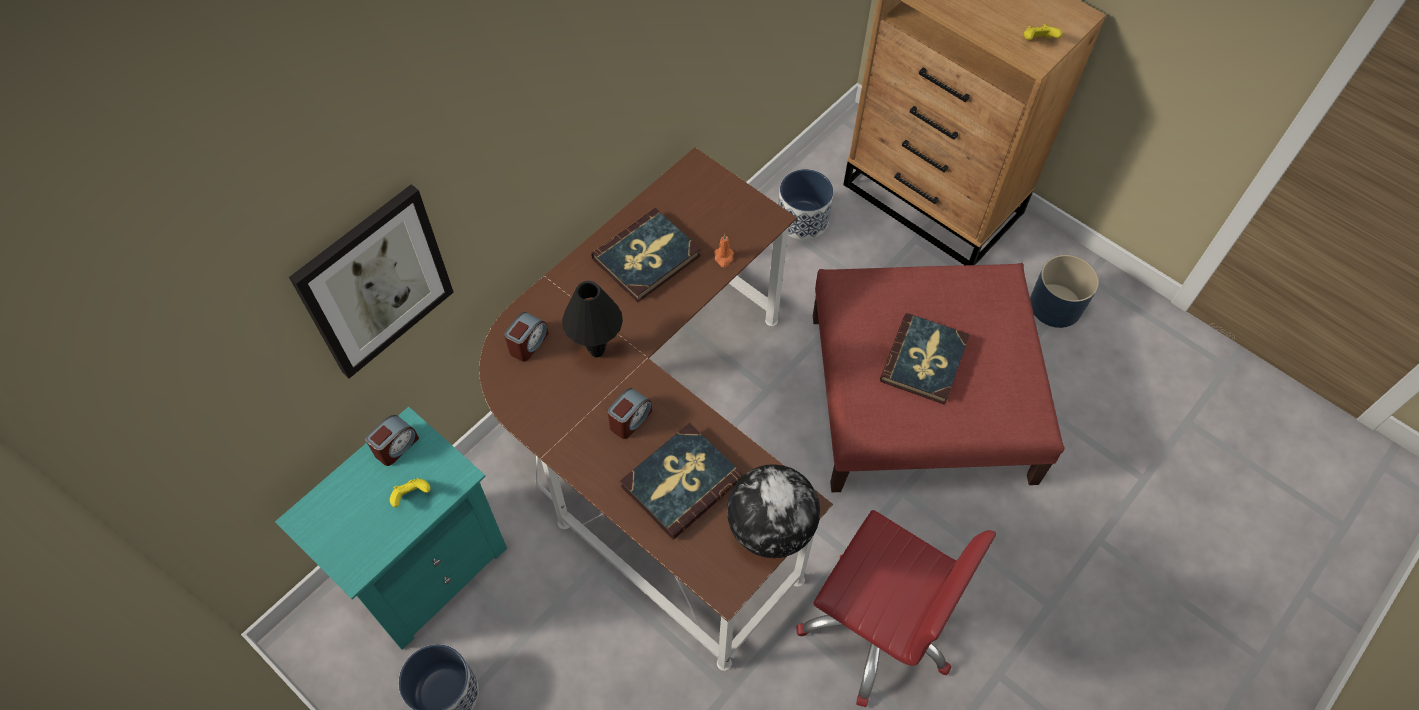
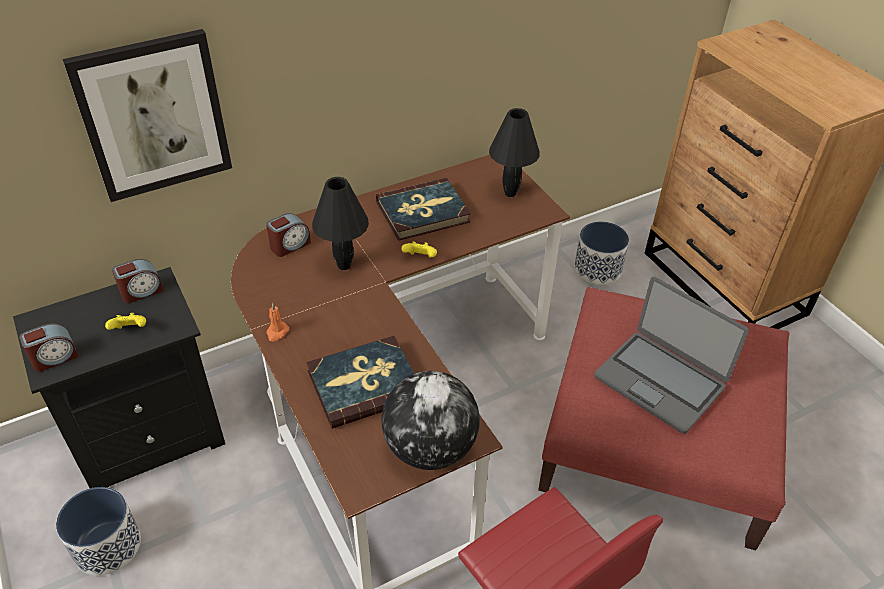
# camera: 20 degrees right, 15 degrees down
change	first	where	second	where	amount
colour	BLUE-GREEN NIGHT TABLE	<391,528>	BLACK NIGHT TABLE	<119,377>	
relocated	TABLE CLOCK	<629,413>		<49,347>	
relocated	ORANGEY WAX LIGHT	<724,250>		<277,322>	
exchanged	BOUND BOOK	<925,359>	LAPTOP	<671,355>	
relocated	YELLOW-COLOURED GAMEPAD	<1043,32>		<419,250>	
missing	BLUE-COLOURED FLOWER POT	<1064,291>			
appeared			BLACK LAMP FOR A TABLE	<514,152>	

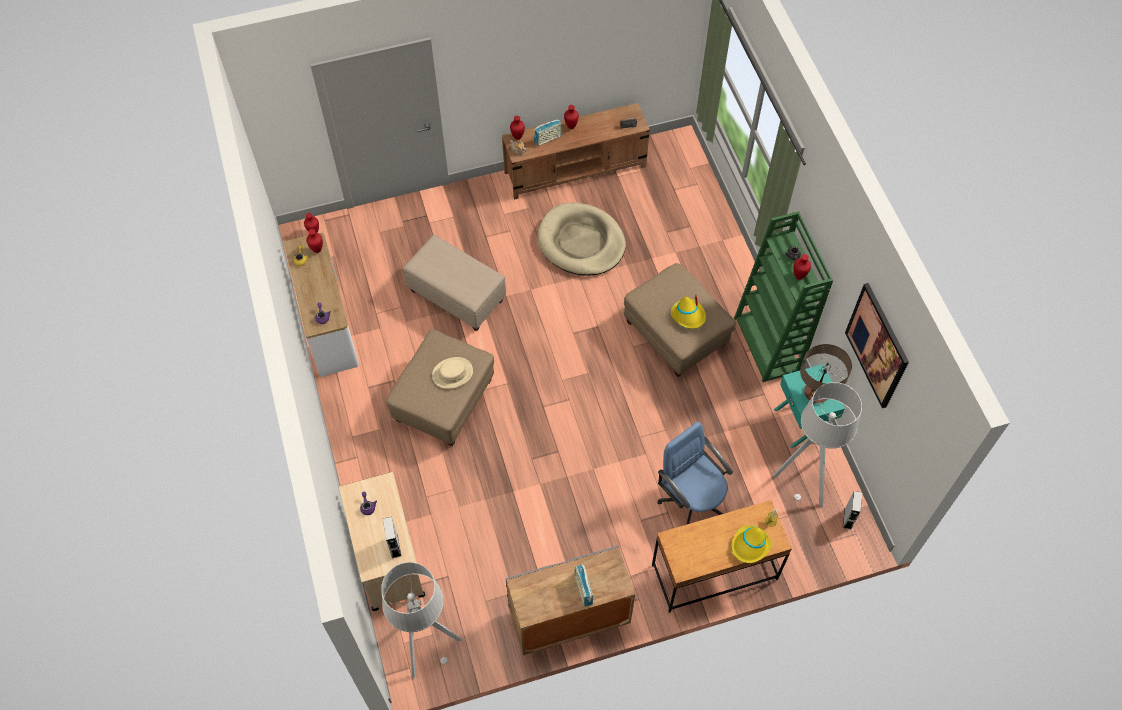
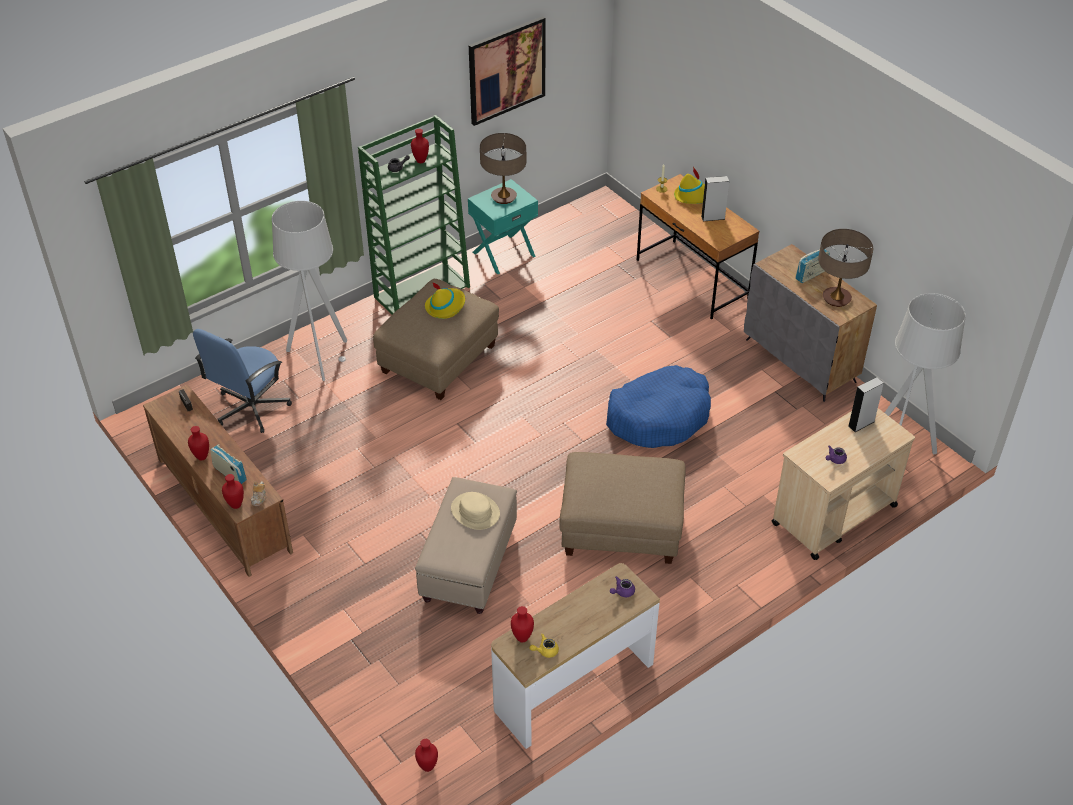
# camera: 110 degrees left, 15 degrees down
change	first	where	second	where	amount
relocated	SAND-COLOURED WEARABLE HAT	<452,373>		<475,511>	
missing	SAND-COLOURED PET BED	<581,239>			
relocated	BLUE-COLOURED COMPUTER CHAIR	<695,473>		<242,381>	
relocated	GREYISH FLOOR LAMP	<817,444>		<310,291>	
relocated	GREYISH AUDIO SPEAKER	<852,510>		<715,198>	
appeared			BLUE-COLOURED PET BED	<658,406>	
appeared			LAMP FOR A TABLE	<845,268>	

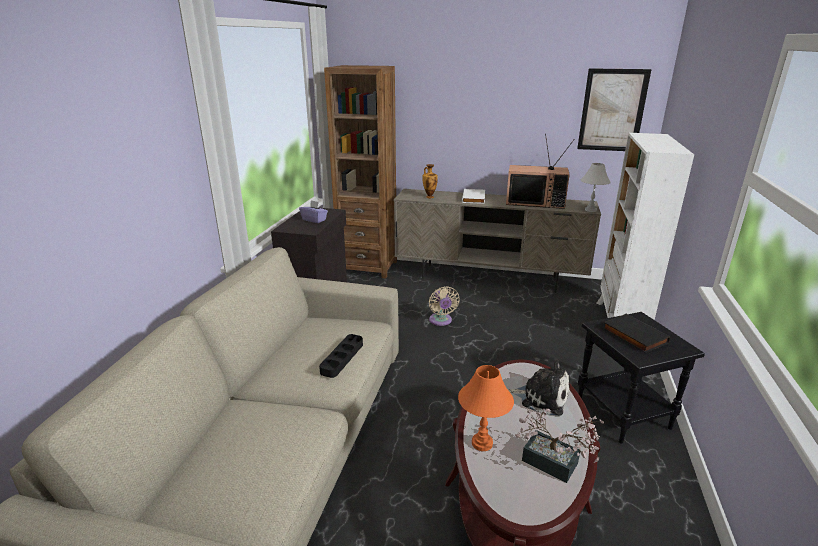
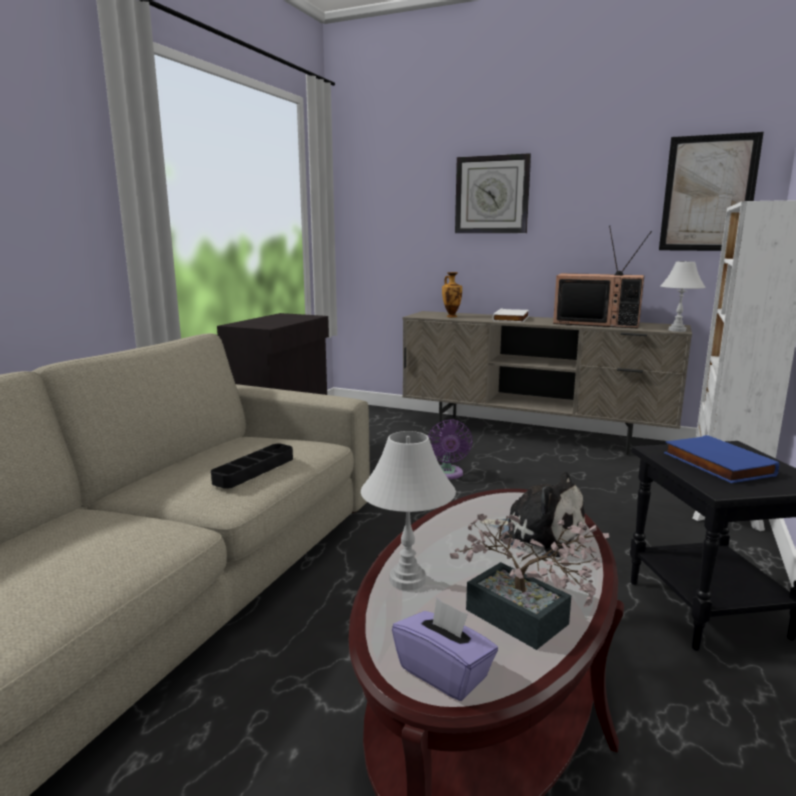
# camera: 10 degrees right, 10 degrees down
change	first	where	second	where	amount
relocated	PURPLISH TISSUE BOX	<313,211>		<445,649>	
missing	BROWN-COLOURED BOOKCASE	<360,172>			
colour	SAND-COLOURED COOLING FAN	<444,306>	PURPLISH COOLING FAN	<450,449>	
colour	ORANGEY LAMP FOR A TABLE	<486,408>	WHITE-COLOURED LAMP FOR A TABLE	<408,511>	
colour	BLACK BOUND BOOK	<636,333>	BLUE-COLOURED BOUND BOOK	<721,459>	
appeared			WALL CLOCK	<493,193>	

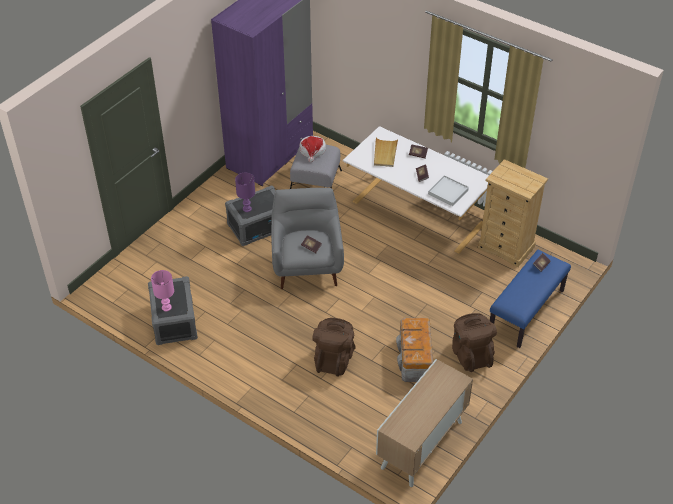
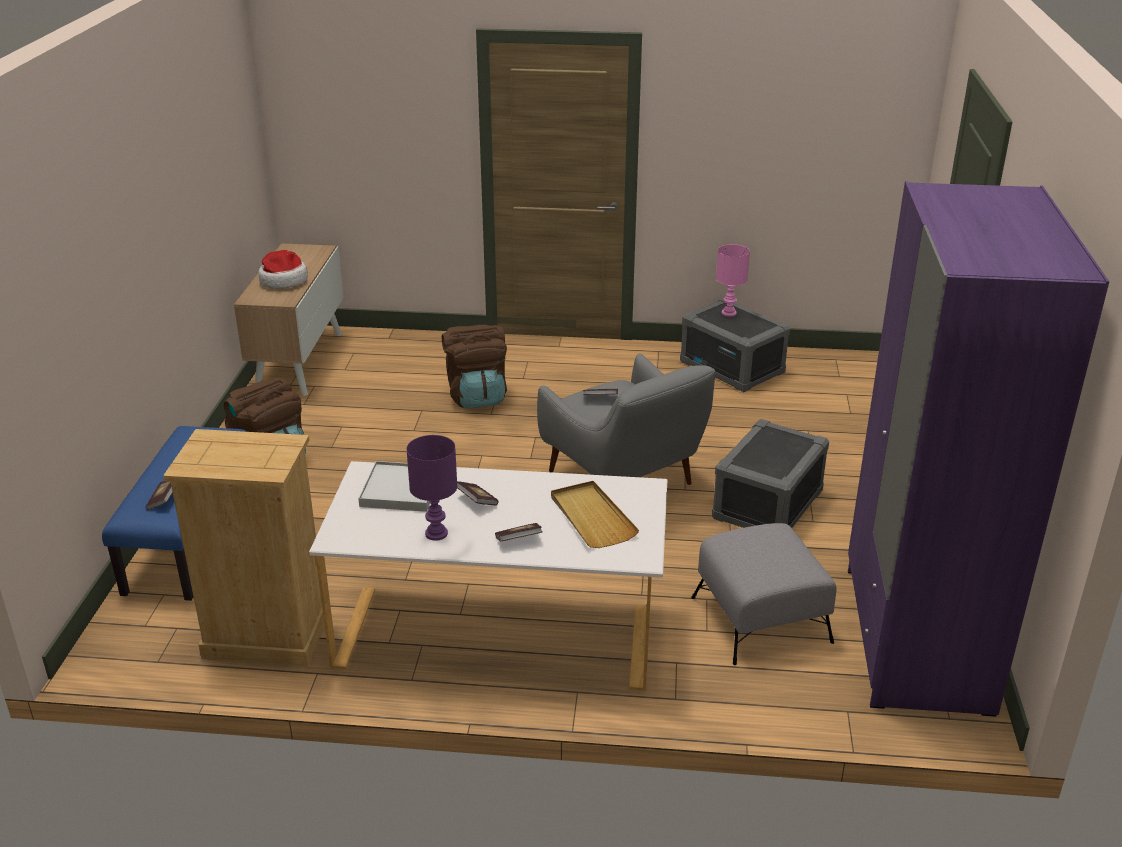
# camera: 150 degrees right, 15 degrees down
change	first	where	second	where	amount
relocated	PURPLISH LAMP FOR A TABLE	<245,192>		<431,488>	
relocated	WEARABLE HAT	<312,149>		<283,269>	
missing	STORAGE CONTAINER	<414,350>			

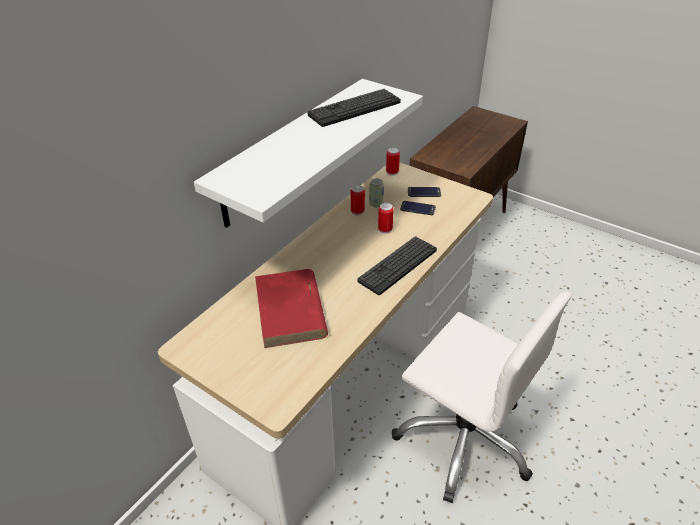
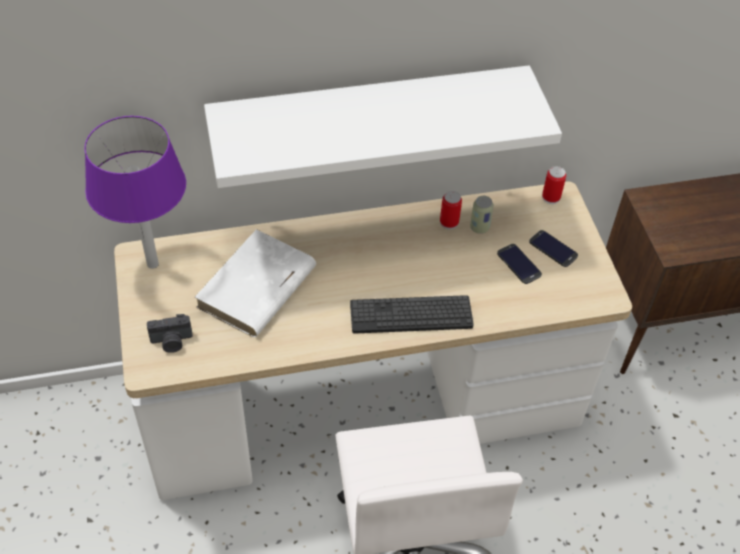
# camera: 40 degrees right, 10 degrees up
change	first	where	second	where	amount
colour	RED BOUND BOOK	<291,308>	WHITE-COLOURED BOUND BOOK	<255,283>	
missing	PC KEYBOARD	<354,108>			
missing	SEALED CAN	<386,218>			
appeared			PURPLISH LAMP FOR A TABLE	<135,192>	
appeared			STILL CAMERA	<170,333>	

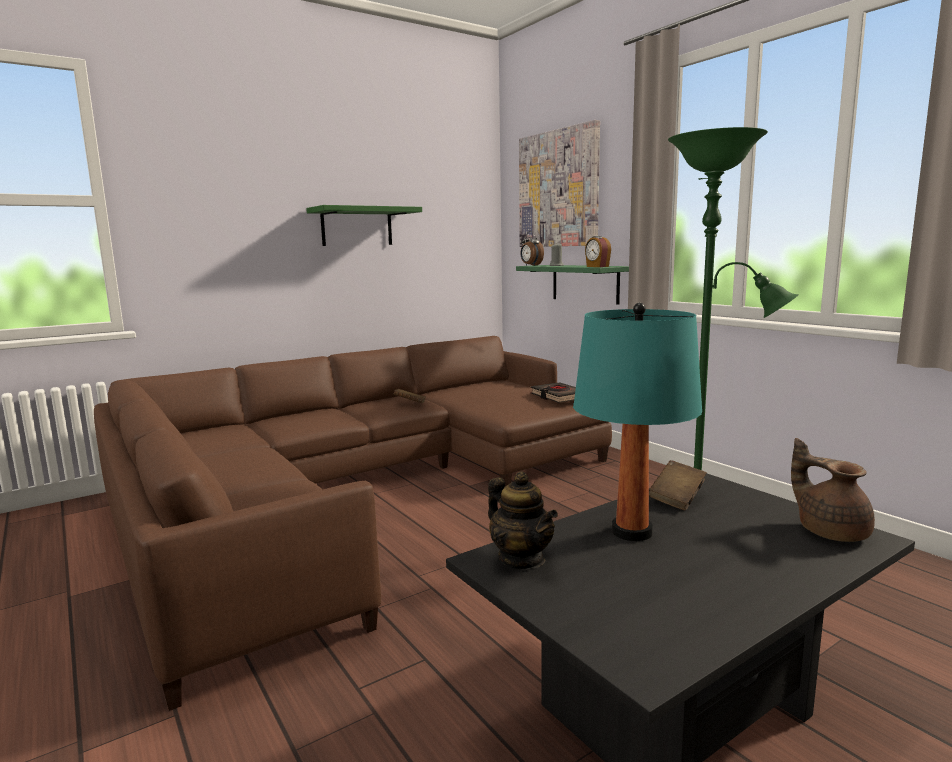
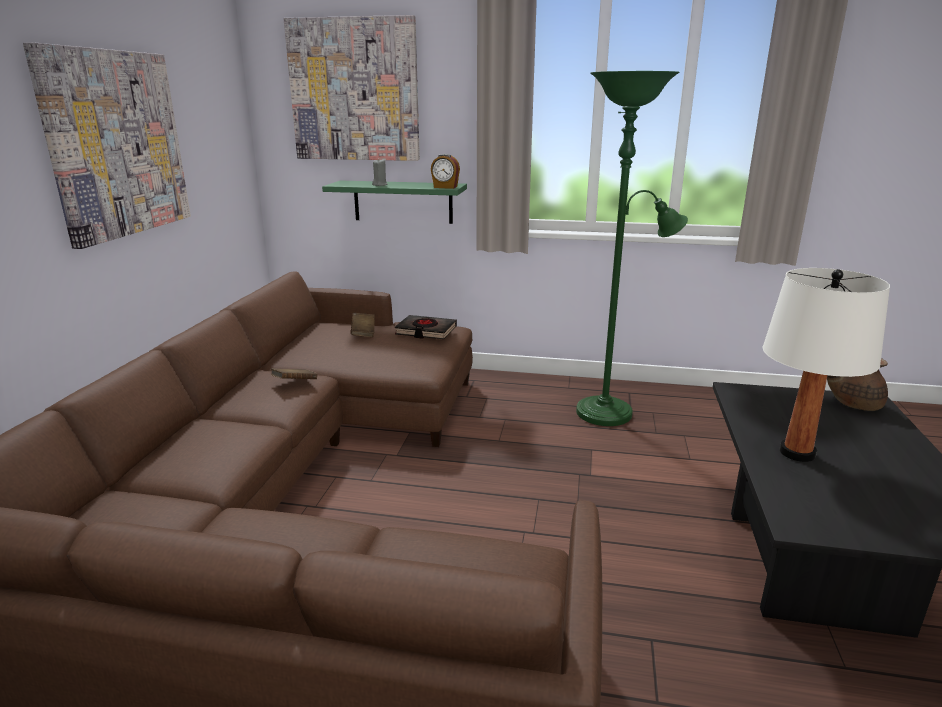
# camera: 45 degrees left, 10 degrees up
change	first	where	second	where	amount
exchanged	GREEN-COLOURED SHELF	<364,225>	WALL PICTURE	<107,145>	
missing	POT FOR TEA	<523,520>			
missing	TABLE CLOCK	<532,248>			
colour	BLUE-GREEN LAMP FOR A TABLE	<637,422>	WHITE-COLOURED LAMP FOR A TABLE	<826,365>	
relocated	BROWN-COLOURED BOUND BOOK	<678,485>		<363,325>	

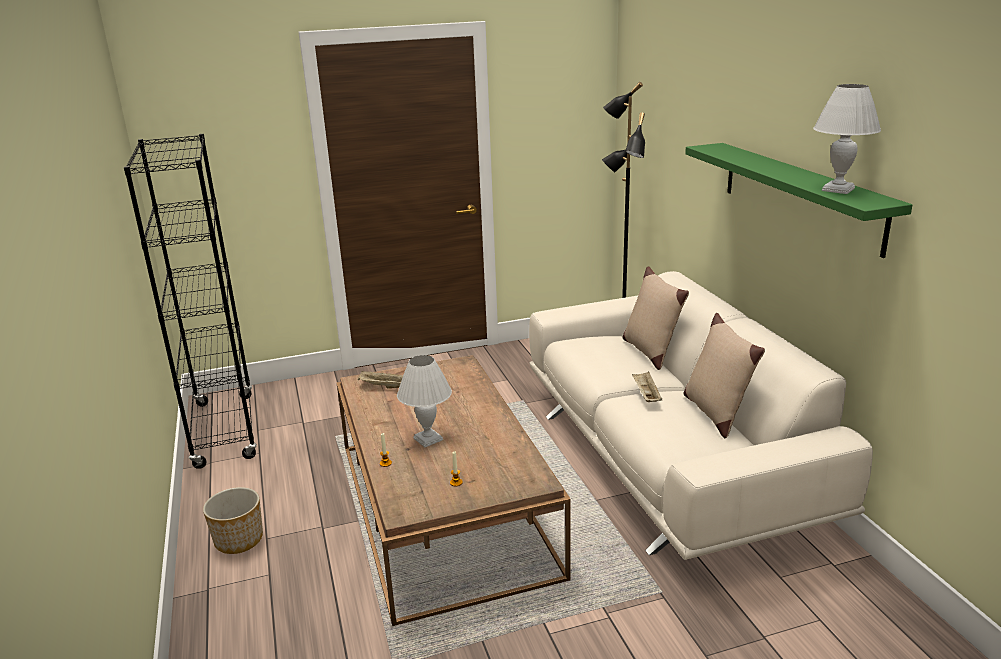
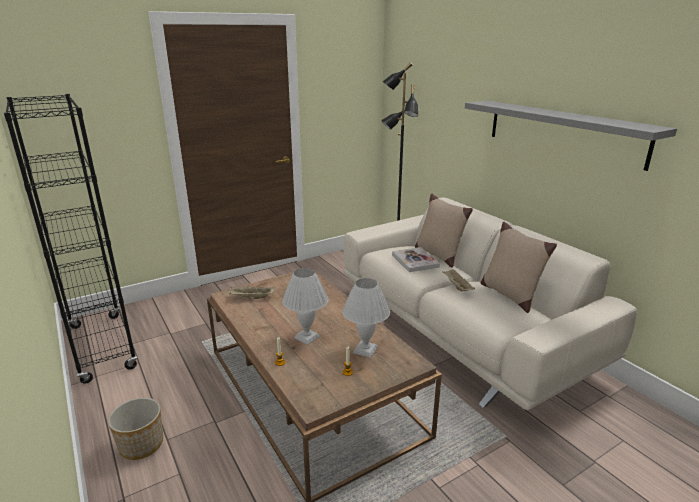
# camera: 15 degrees left, 0 degrees up
change	first	where	second	where	amount
colour	GREEN-COLOURED SHELF	<798,200>	GREYISH SHELF	<571,136>	
relocated	WHITE-COLOURED LAMP FOR A TABLE	<847,139>		<366,318>	
appeared			BOUND BOOK	<416,259>	

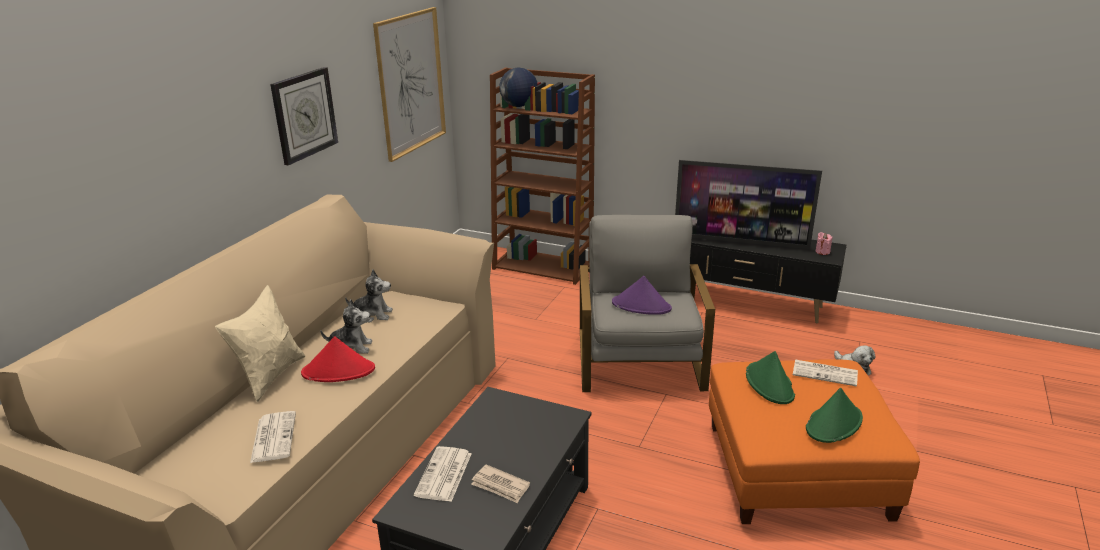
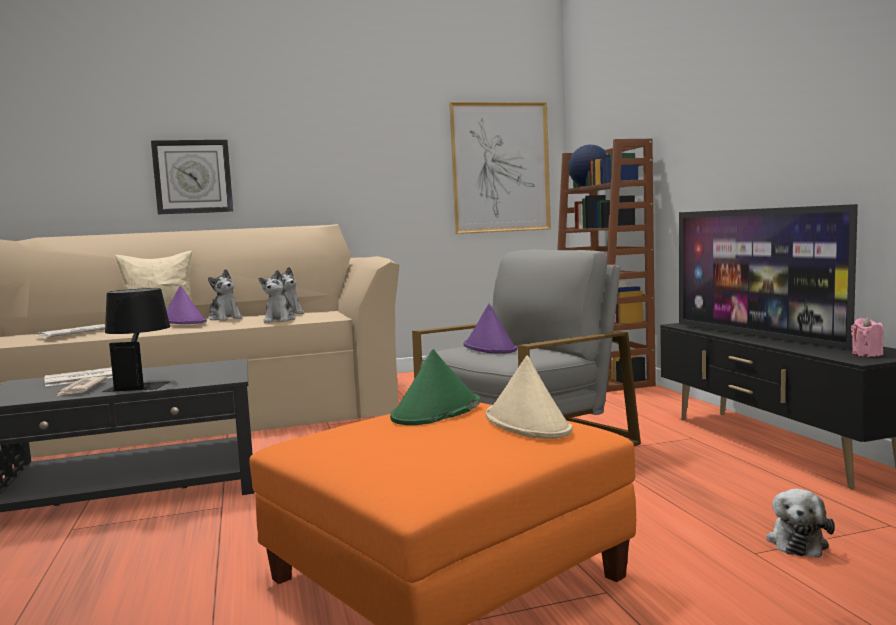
# camera: 50 degrees right, 20 degrees down
change	first	where	second	where	amount
relocated	WALL CLOCK	<304,116>		<192,177>	
colour	RED WEARABLE HAT	<338,359>	PURPLISH WEARABLE HAT	<186,305>	
exchanged	DAILY PAPER	<825,373>	SAND-COLOURED WEARABLE HAT	<529,397>	
missing	GREEN-COLOURED WEARABLE HAT	<834,415>			
appeared			BLACK LAMP FOR A TABLE	<136,340>	
appeared			PLUSH TOY	<277,296>	

